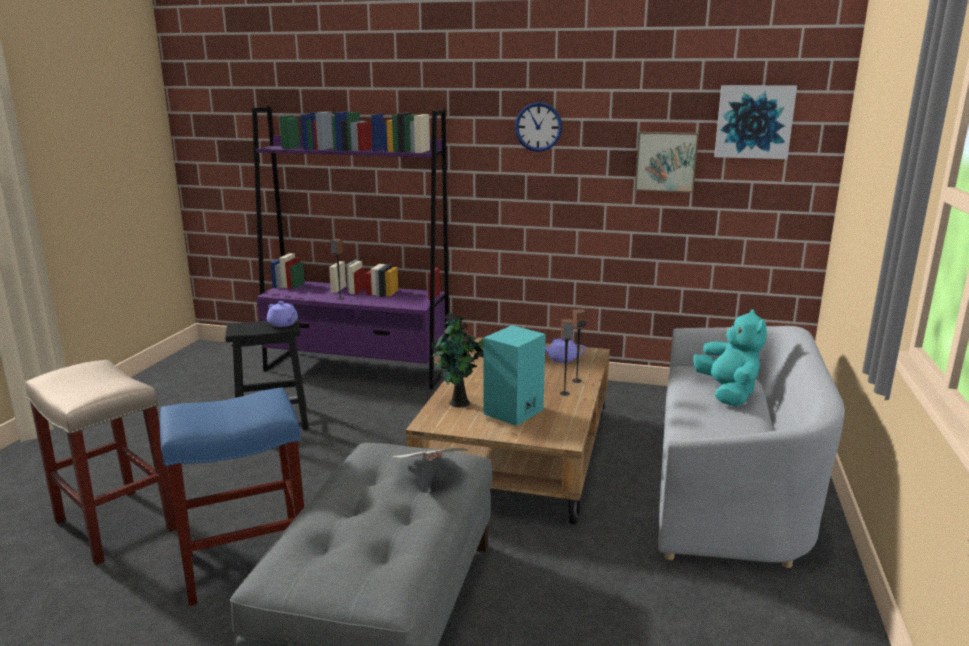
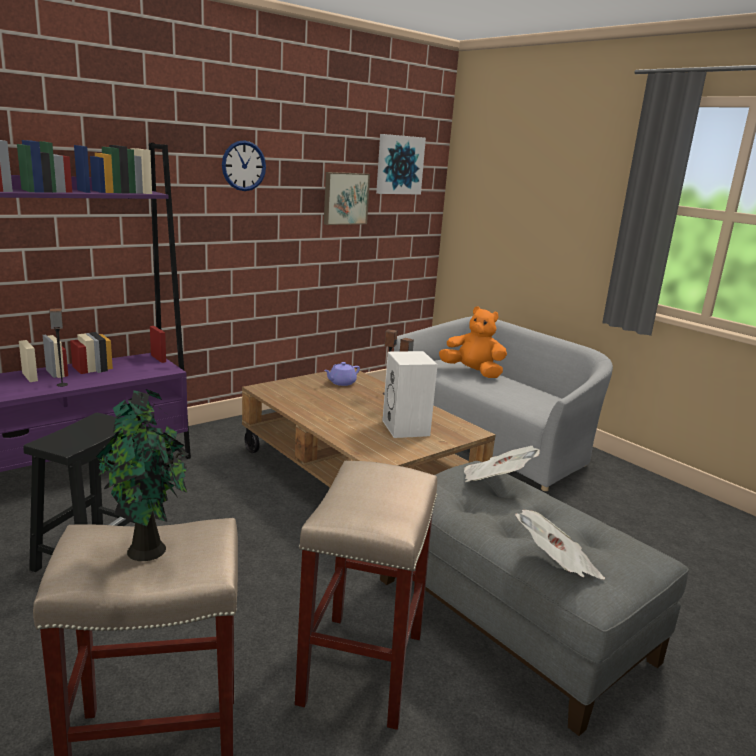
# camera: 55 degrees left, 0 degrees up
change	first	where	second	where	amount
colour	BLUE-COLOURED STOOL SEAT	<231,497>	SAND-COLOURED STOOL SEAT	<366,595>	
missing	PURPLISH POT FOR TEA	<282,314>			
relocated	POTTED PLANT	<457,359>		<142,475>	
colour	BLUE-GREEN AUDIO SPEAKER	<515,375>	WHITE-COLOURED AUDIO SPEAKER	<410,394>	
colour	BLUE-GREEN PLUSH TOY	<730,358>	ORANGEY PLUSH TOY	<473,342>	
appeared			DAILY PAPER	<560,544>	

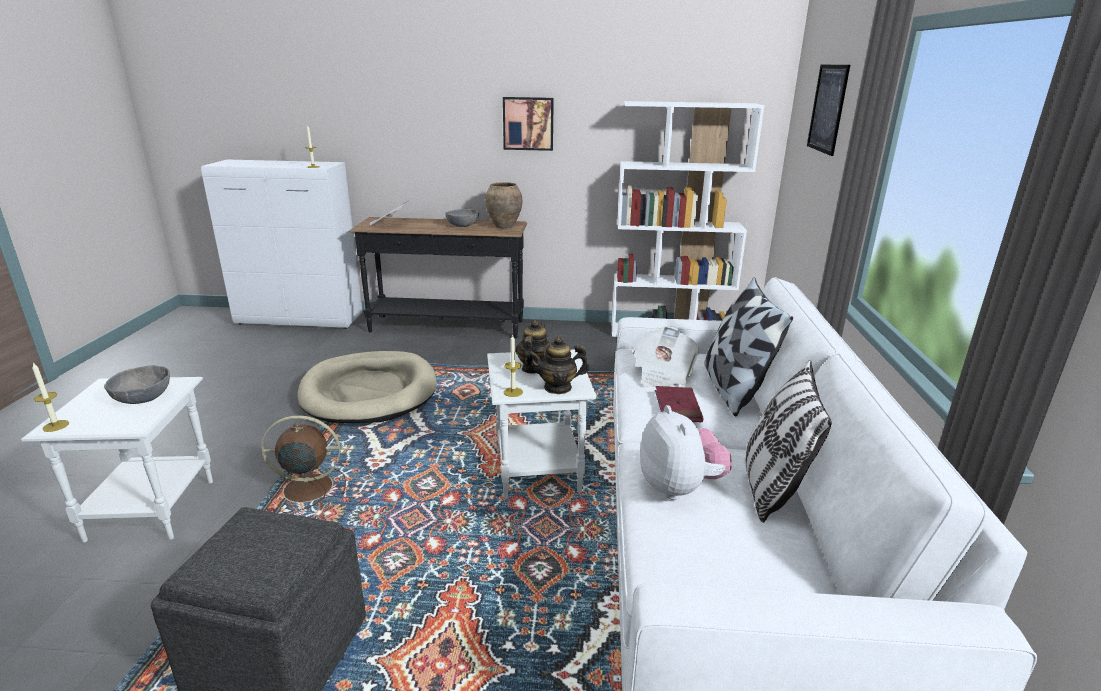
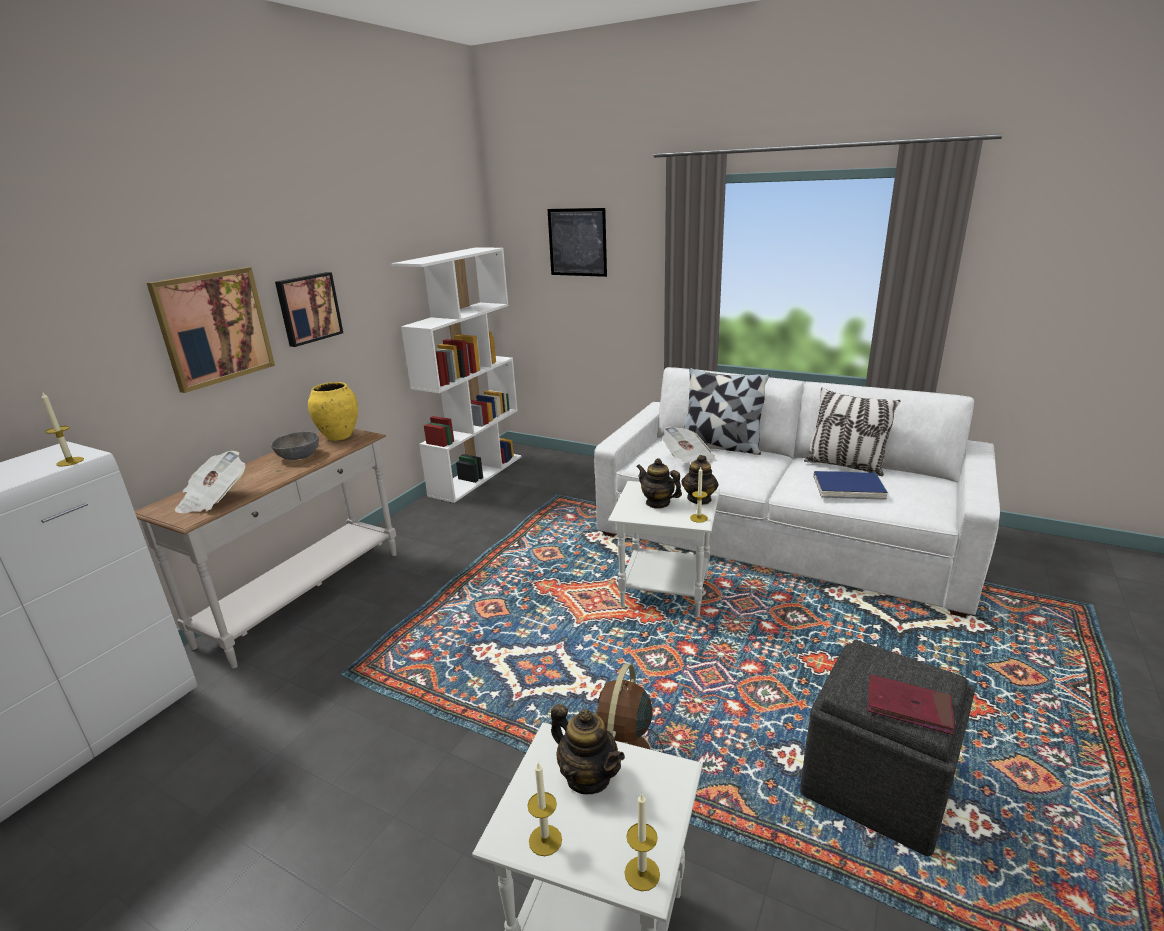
# camera: 65 degrees left, 0 degrees up
change	first	where	second	where	amount
exchanged	GREYISH BOWL	<137,384>	POT FOR TEA	<588,749>	
missing	SAND-COLOURED PET BED	<367,387>			
colour	BLACK NARROW TABLE	<438,277>	WHITE-COLOURED NARROW TABLE	<265,549>	
colour	BROWN-COLOURED FLOWER VASE	<503,205>	YELLOW-COLOURED FLOWER VASE	<333,411>	
exchanged	PLUSH TOY	<686,452>	BLUE-COLOURED BOUND BOOK	<851,485>	
relocated	RED BOUND BOOK	<679,404>		<911,704>	
appeared			WALL PICTURE	<211,330>	
appeared			WAX LIGHT	<544,809>	

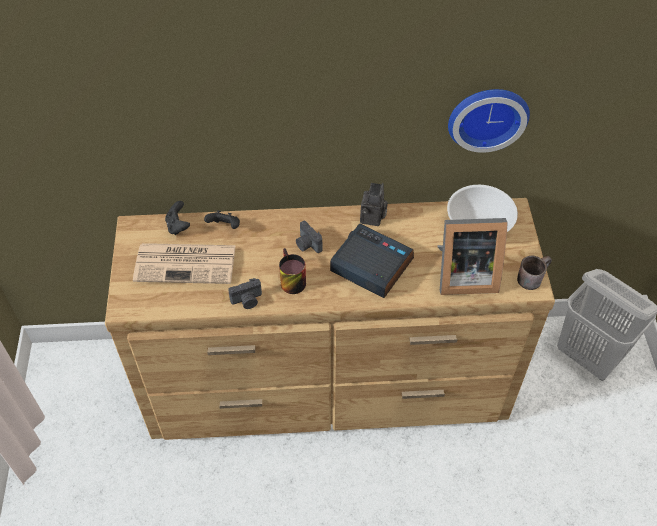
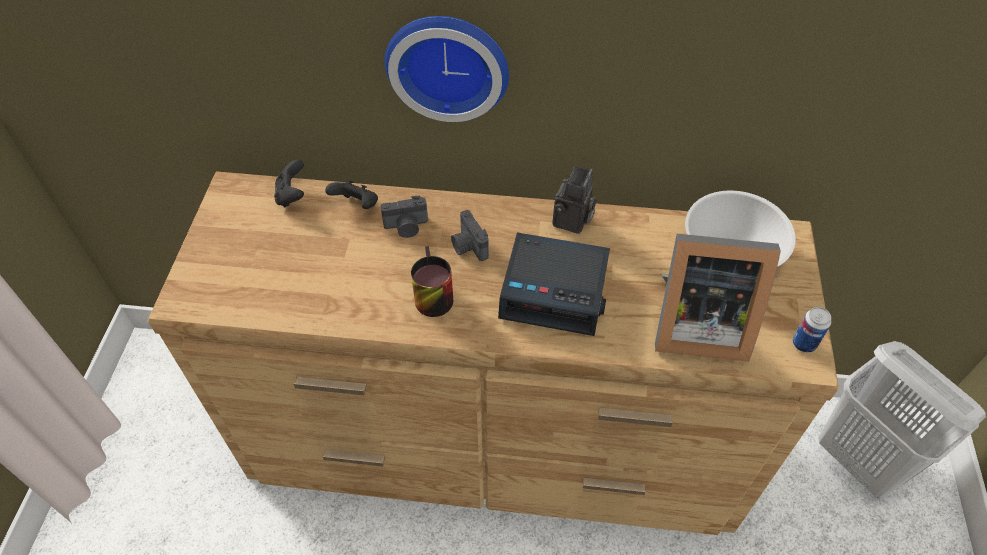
# camera: 10 degrees right, 0 degrees up
change	first	where	second	where	amount
missing	DAILY PAPER	<184,263>			
relocated	STILL CAMERA	<245,293>		<404,217>	
spun	TABLE CLOCK	<372,261>		<554,284>	150 degrees clockwise
relocated	WALL CLOCK	<489,121>		<447,69>	
exchanged	BROWN-COLOURED MUG	<534,273>	SEALED CAN	<811,330>	

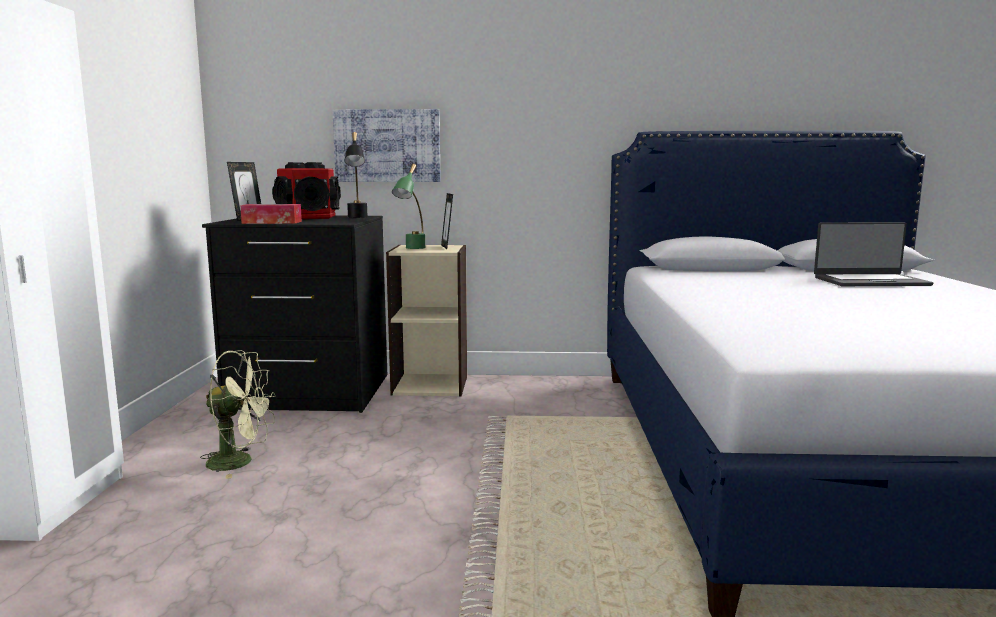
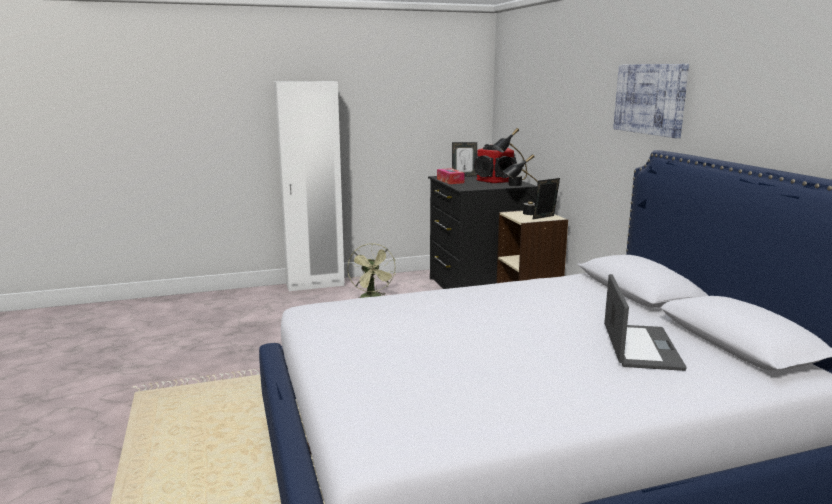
# camera: 70 degrees right, 5 degrees up
change	first	where	second	where	amount
relocated	WALL PICTURE	<386,145>		<651,101>	
colour	GREEN-COLOURED LAMP FOR A TABLE	<409,206>	BLACK LAMP FOR A TABLE	<520,184>	
spun	LAPTOP	<873,254>		<645,322>	150 degrees counterclockwise

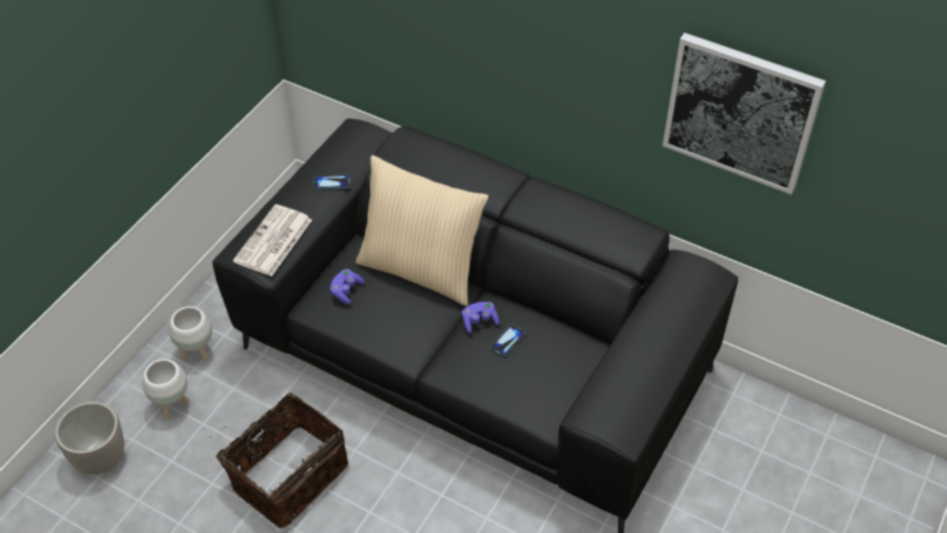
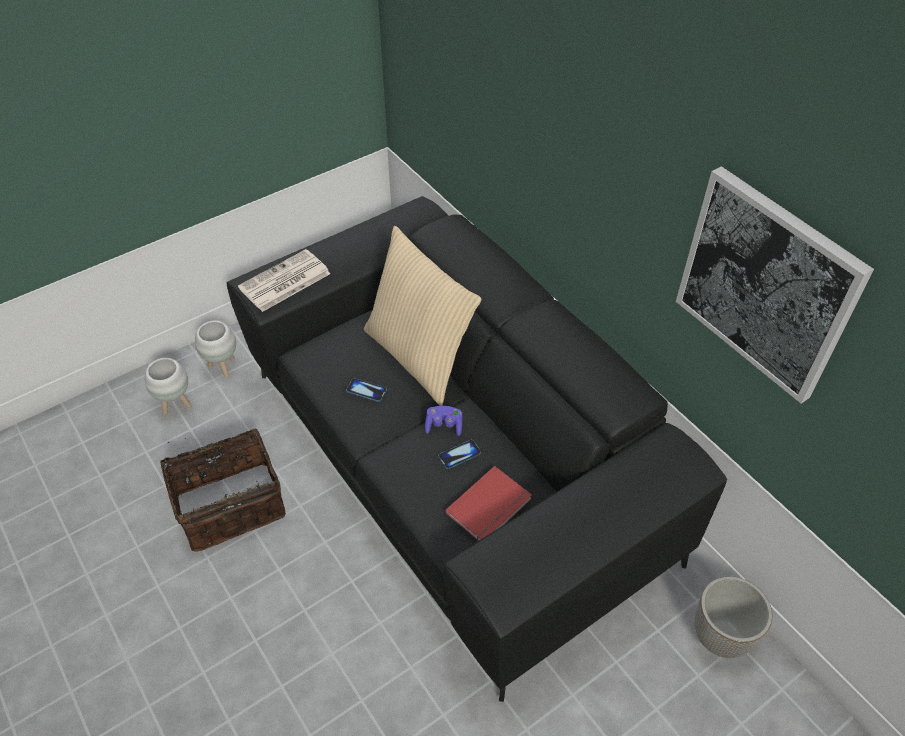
# camera: 25 degrees right, 0 degrees up
change	first	where	second	where	amount
relocated	FLOWER POT	<89,437>		<733,617>	
relocated	PHONE	<332,182>		<366,390>	
missing	PURPLISH GAMEPAD	<347,287>			
appeared			RED BOUND BOOK	<488,503>	

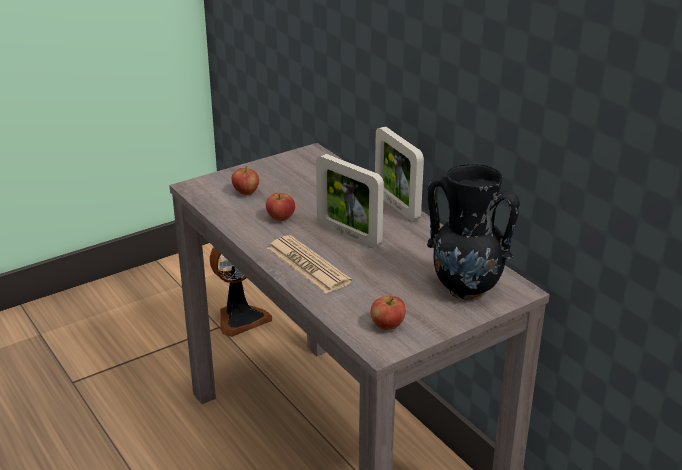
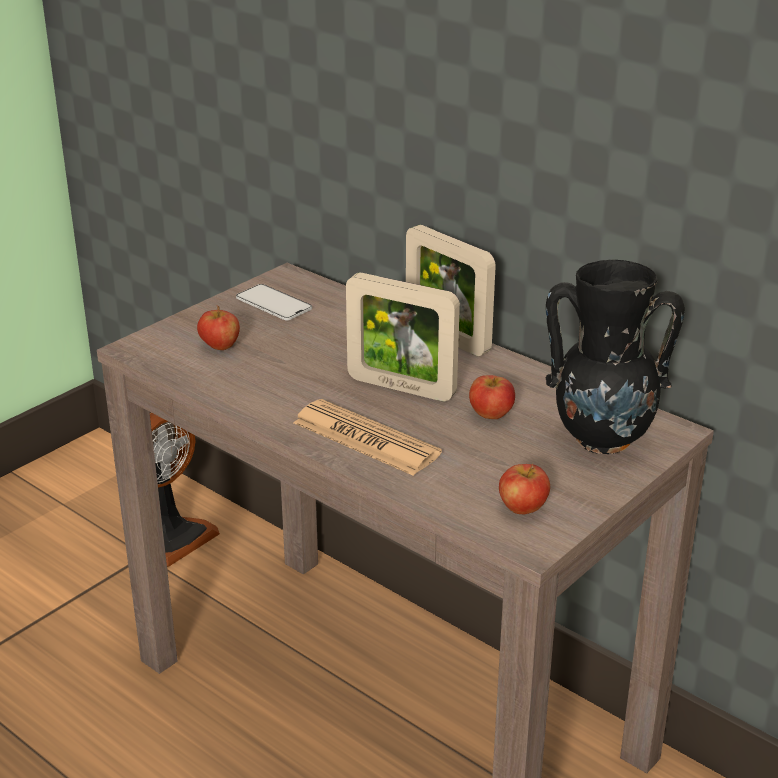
# camera: 15 degrees left, 0 degrees up
change	first	where	second	where	amount
relocated	WHOLE APPLE	<280,207>		<492,397>	
appeared			PHONE	<274,302>	

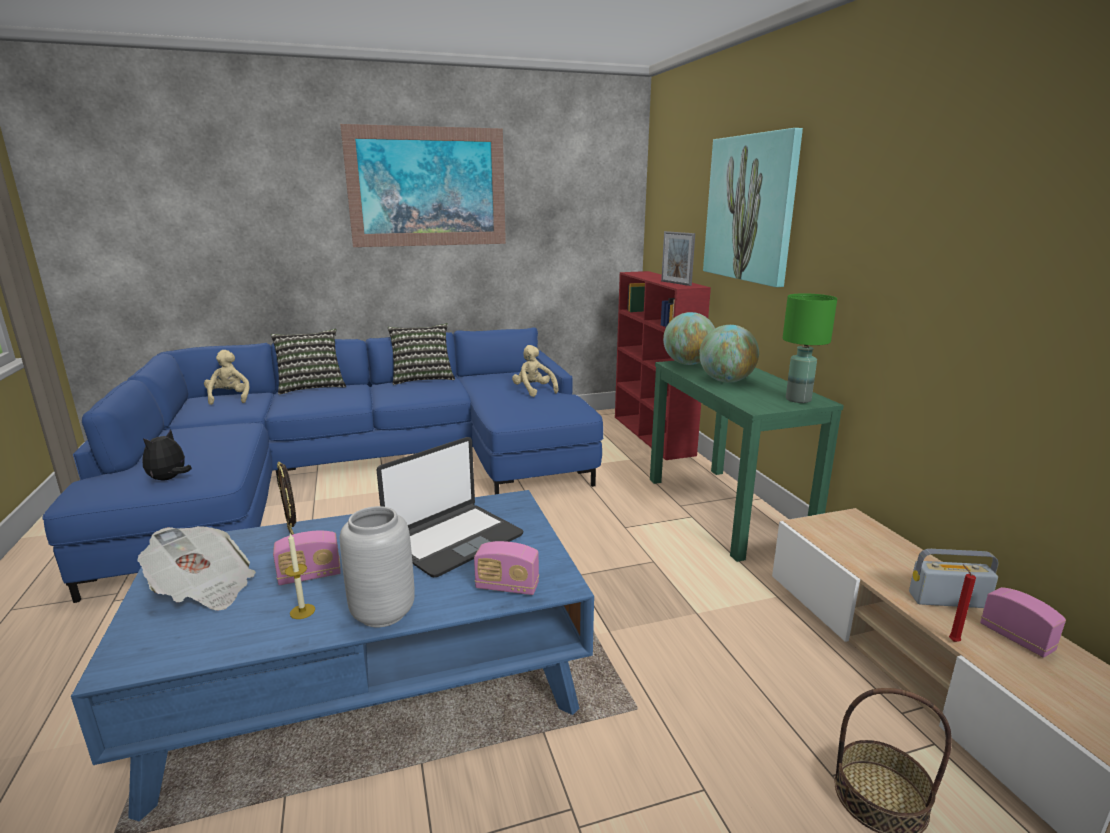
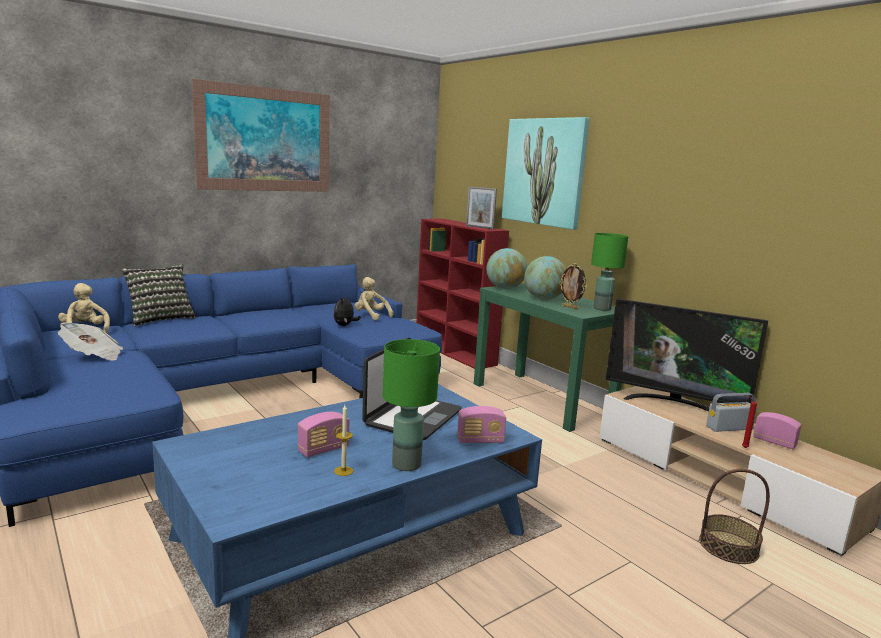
# camera: 20 degrees left, 5 degrees down
change	first	where	second	where	amount
relocated	DAILY PAPER	<196,568>		<90,341>	
relocated	PLUSH TOY	<167,455>		<347,310>	
relocated	PHOTO FRAME	<286,498>		<573,286>	
exchanged	GREYISH FLOWER VASE	<377,566>	GREEN-COLOURED LAMP FOR A TABLE	<411,405>	
missing	THROW PILLOW	<421,354>			
appeared			TV SET	<687,355>	

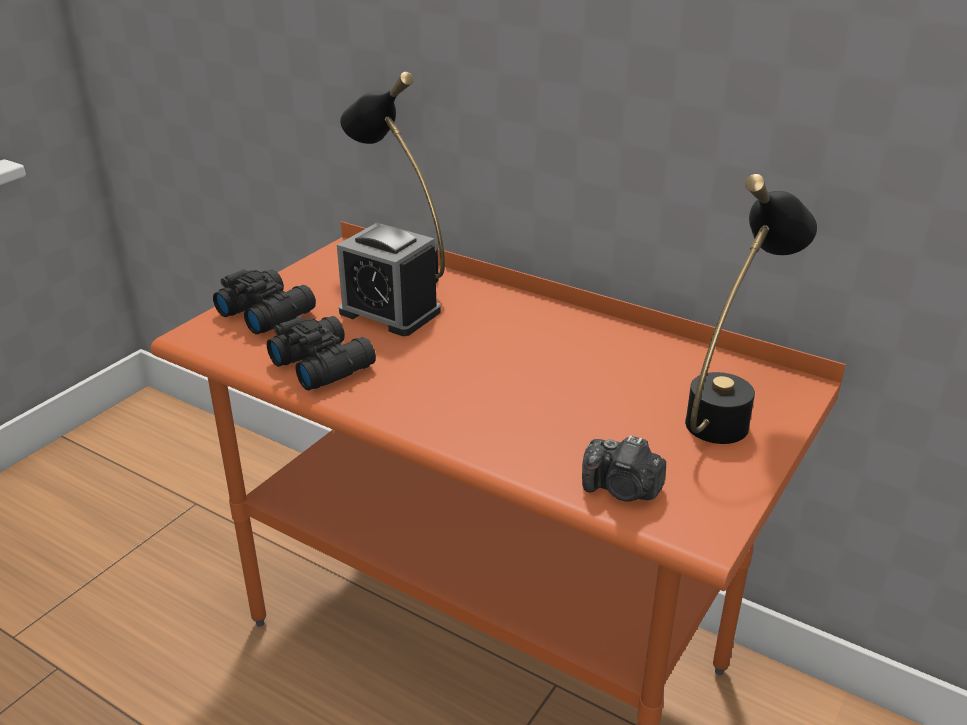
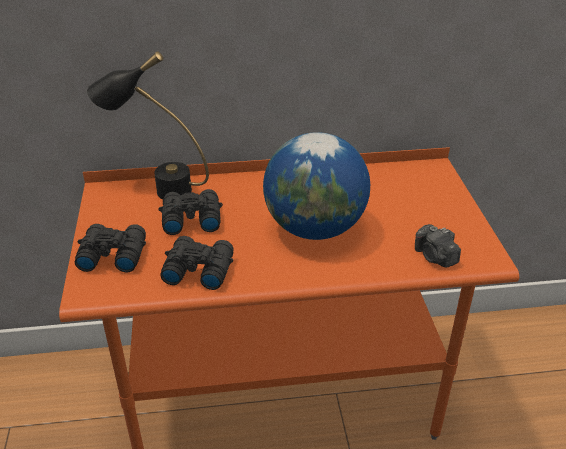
# camera: 40 degrees left, 5 degrees up
change	first	where	second	where	amount
exchanged	TABLE CLOCK	<389,279>	BLACK PAIR OF BINOCULARS	<190,212>	
spun	STILL CAMERA	<624,468>		<438,245>	75 degrees clockwise
missing	BLACK LAMP FOR A TABLE	<751,309>			
appeared			WORLD GLOBE	<316,186>	

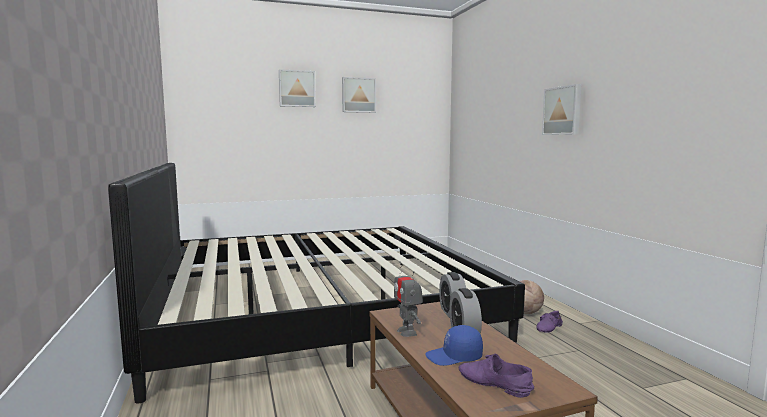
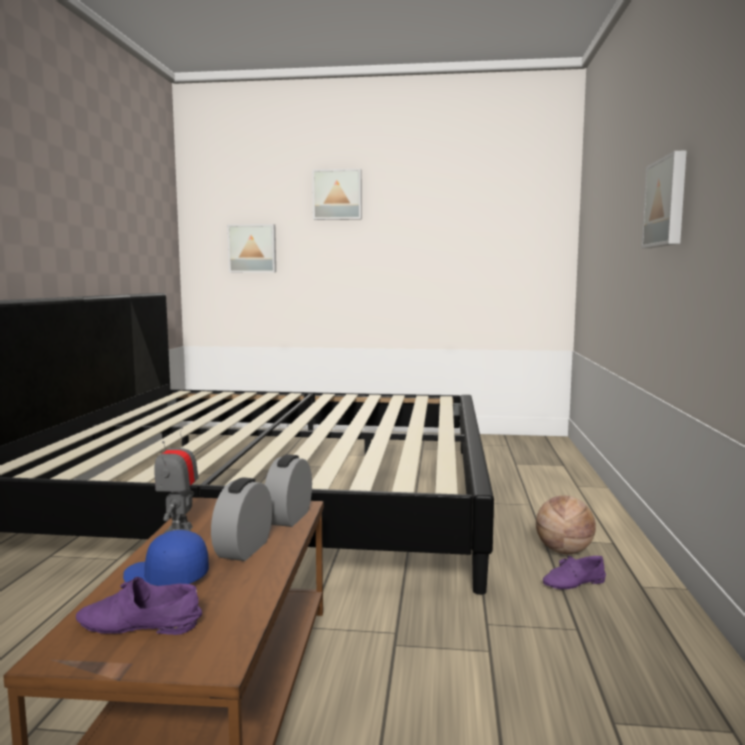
# camera: 25 degrees right, 0 degrees up
change	first	where	second	where	amount
relocated	WALL PICTURE	<359,95>		<251,248>	
spun	PURPLISH LOW SHOE	<496,375>		<139,606>	60 degrees counterclockwise

